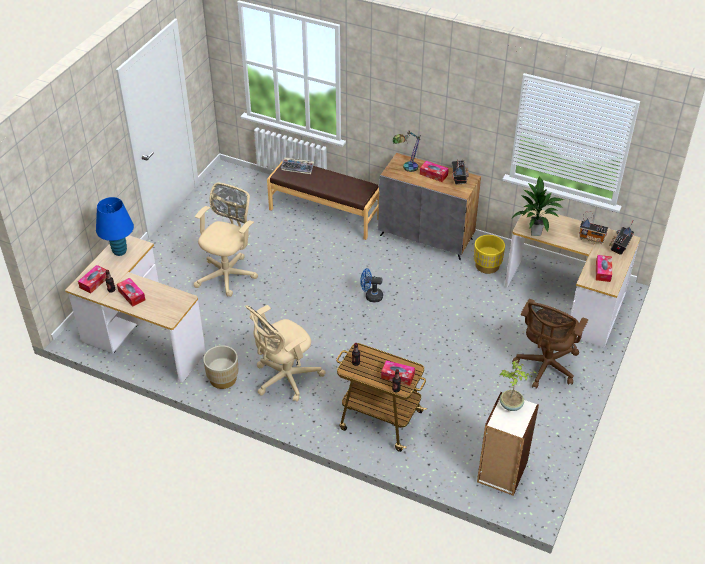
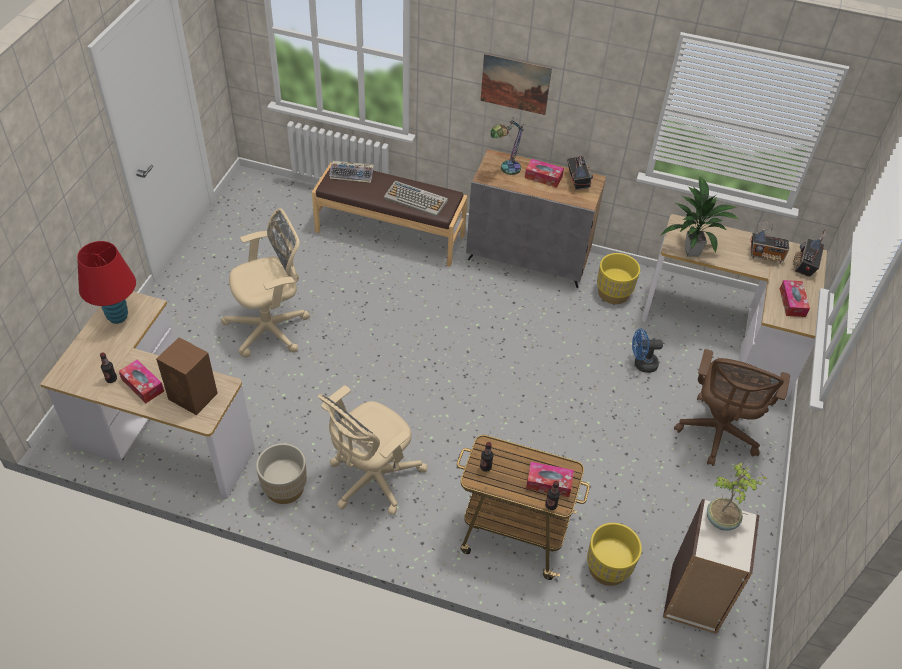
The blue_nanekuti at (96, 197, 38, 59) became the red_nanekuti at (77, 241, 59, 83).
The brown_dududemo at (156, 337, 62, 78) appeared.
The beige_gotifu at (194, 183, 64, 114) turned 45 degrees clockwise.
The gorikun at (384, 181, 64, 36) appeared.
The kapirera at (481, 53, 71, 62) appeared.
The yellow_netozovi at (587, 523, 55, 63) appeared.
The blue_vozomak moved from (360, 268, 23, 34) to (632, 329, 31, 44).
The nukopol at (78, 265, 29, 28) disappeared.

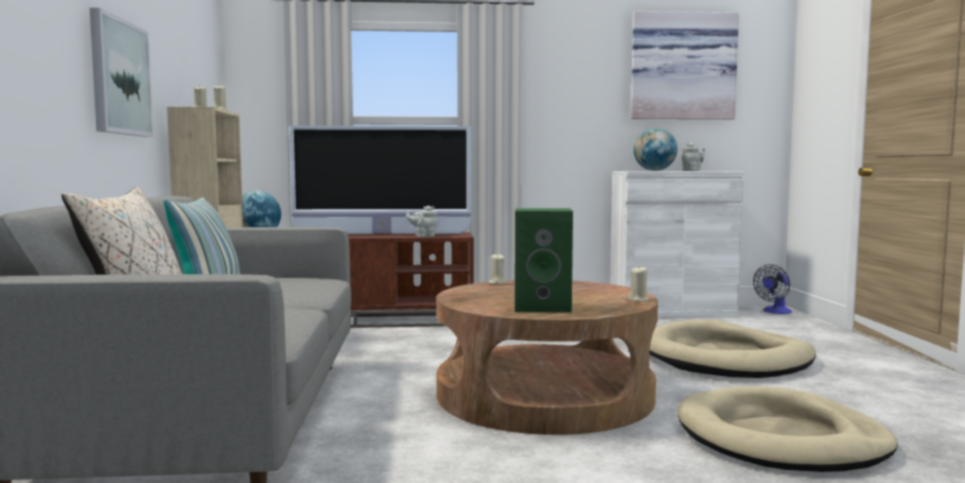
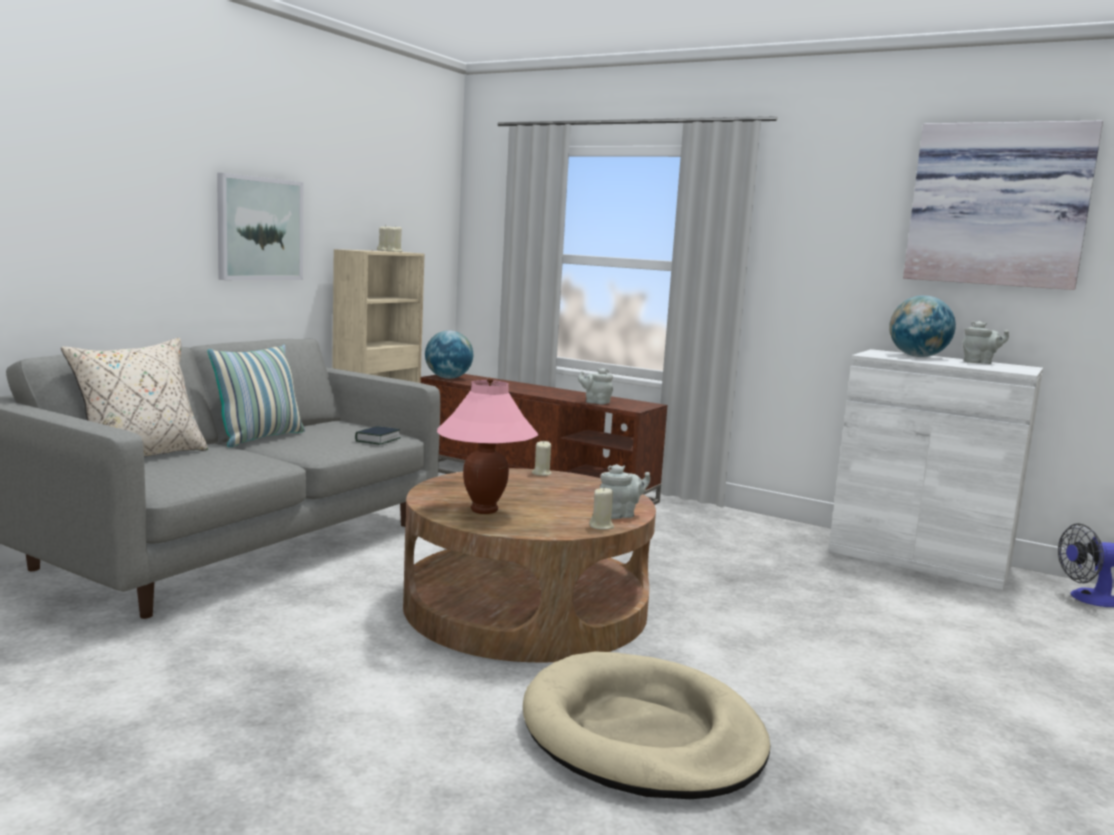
The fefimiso at (355, 426, 46, 19) appeared.
The green_dududemo at (515, 208, 58, 105) was replaced by the pink_nanekuti at (437, 378, 101, 136).
The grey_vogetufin at (600, 464, 50, 55) appeared.
The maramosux at (289, 126, 182, 108) disappeared.
The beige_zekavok at (649, 320, 167, 58) disappeared.

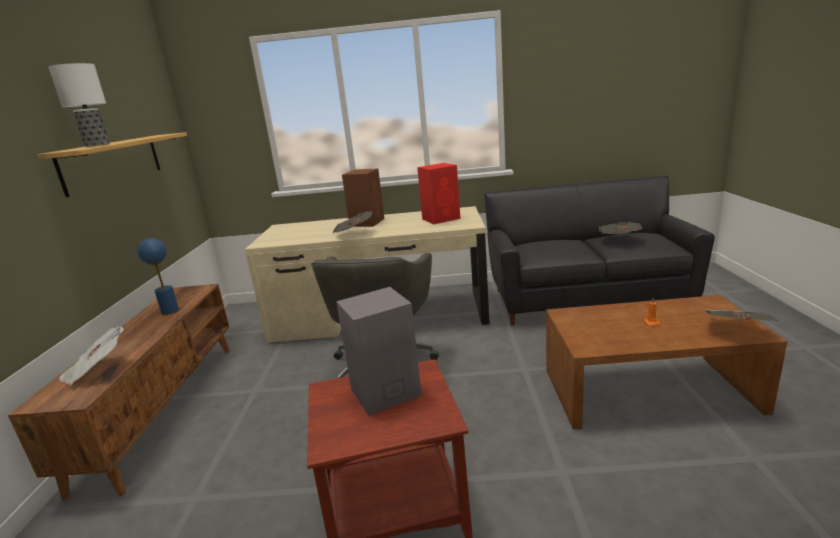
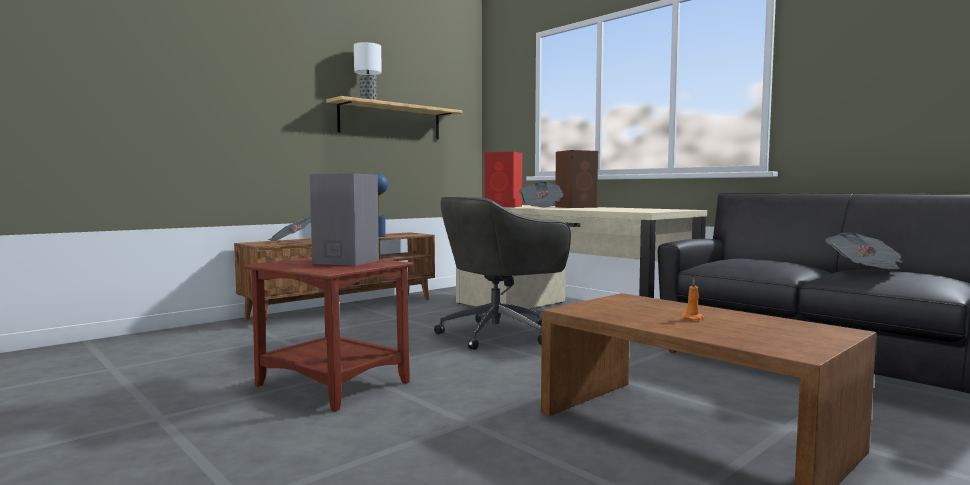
The red_dududemo moved from (417, 163, 43, 61) to (484, 152, 38, 55).
The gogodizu at (704, 309, 74, 12) disappeared.

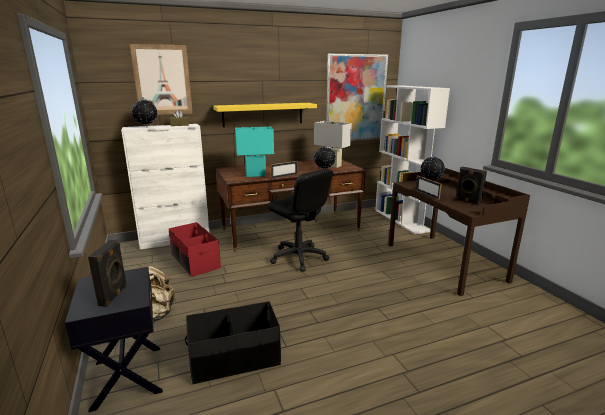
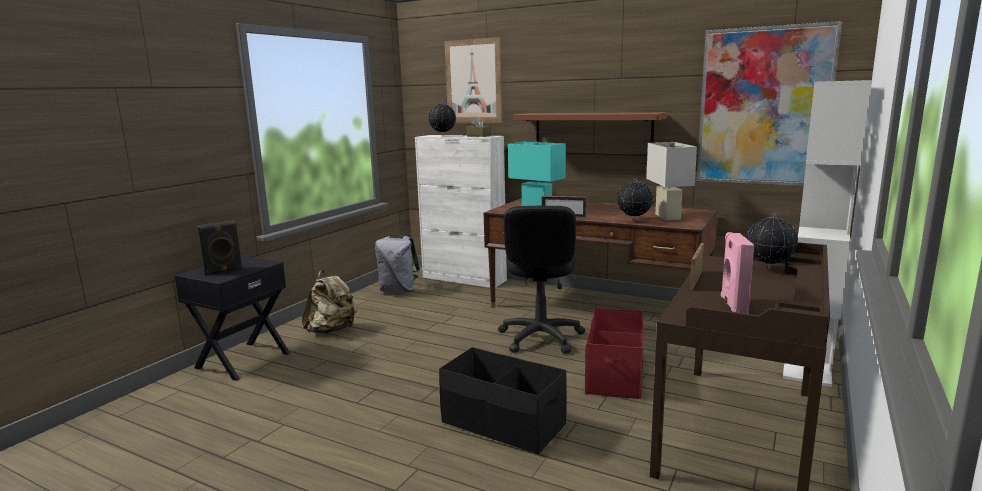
The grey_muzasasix at (375, 234, 45, 59) appeared.
The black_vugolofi moved from (185, 301, 96, 83) to (439, 347, 128, 108).
The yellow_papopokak at (213, 103, 104, 24) became the brown_papopokak at (513, 112, 154, 31).
The red_vugolofi moved from (169, 222, 52, 55) to (585, 308, 58, 91).
The black_dududemo at (456, 167, 31, 38) became the pink_dududemo at (721, 232, 33, 82).

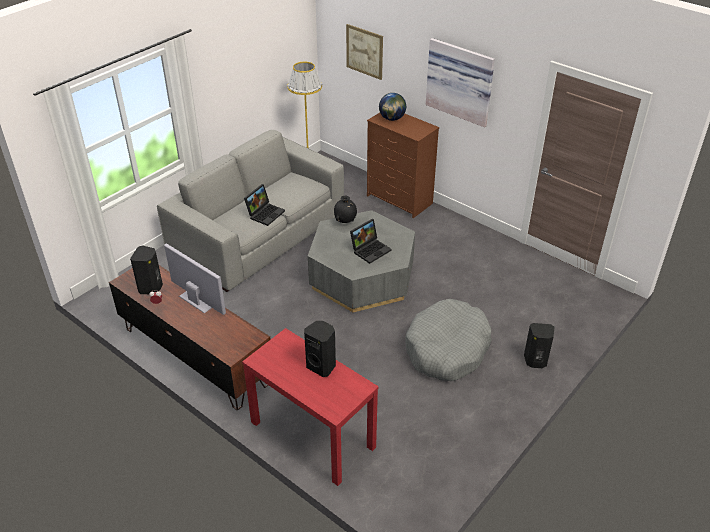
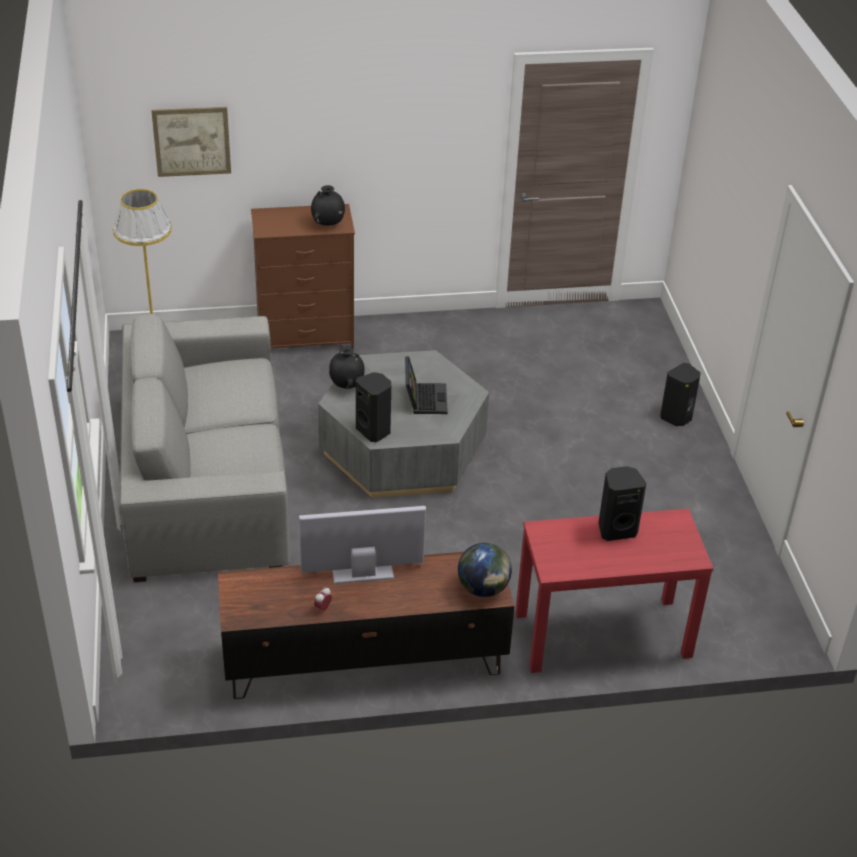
The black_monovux at (311, 185, 34, 41) appeared.
The black_dududemo moved from (130, 245, 33, 49) to (356, 372, 35, 70).
The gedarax moved from (379, 93, 27, 28) to (458, 543, 54, 54).
The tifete at (244, 184, 41, 42) disappeared.
The grey_zekavok at (405, 299, 87, 82) disappeared.
The kapirera at (426, 38, 69, 90) disappeared.

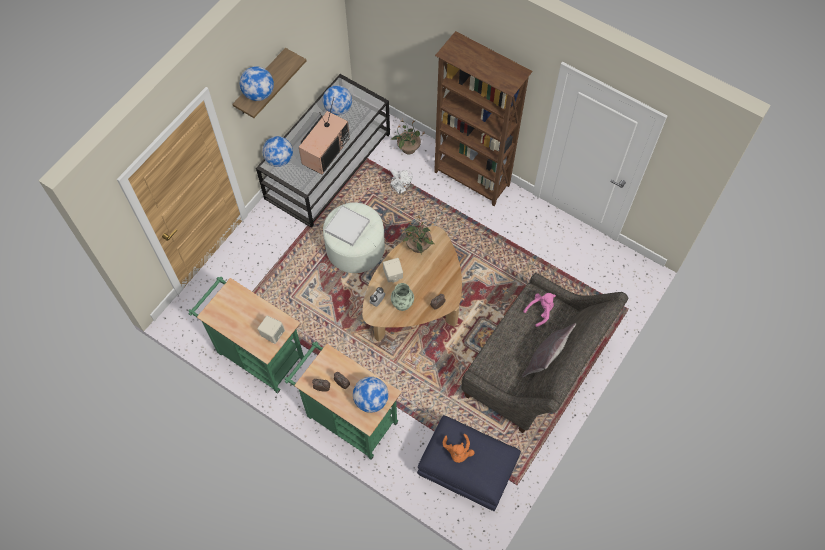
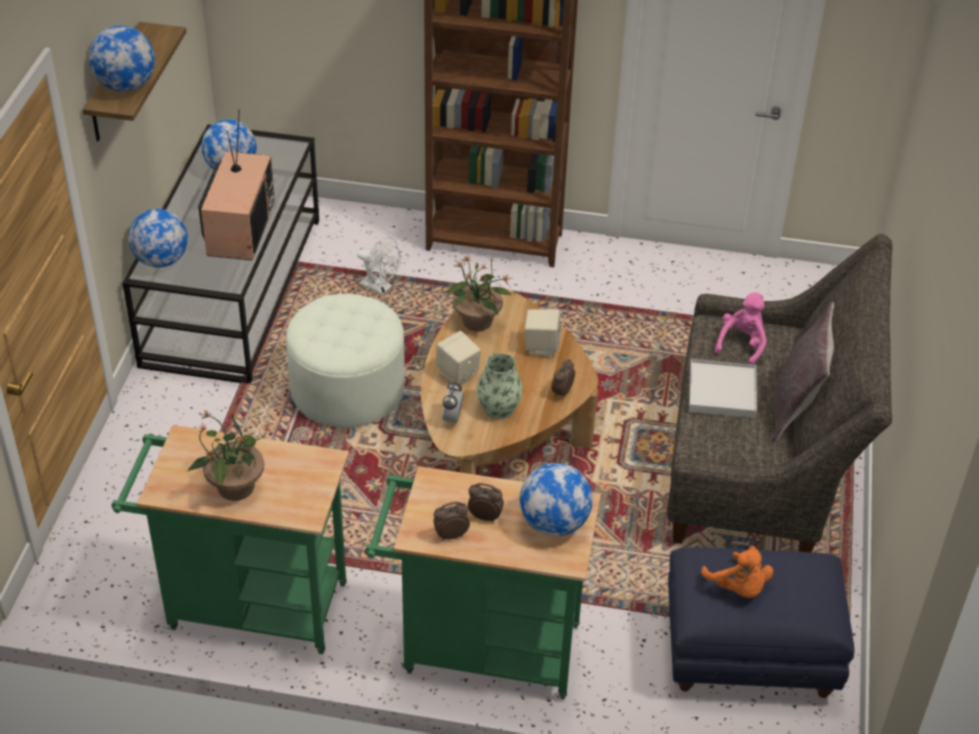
The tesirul moved from (391, 119, 34, 35) to (187, 403, 83, 98).
The beige_dududemo moved from (257, 316, 28, 28) to (525, 309, 36, 48).
The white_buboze moved from (325, 205, 45, 41) to (689, 359, 68, 59).

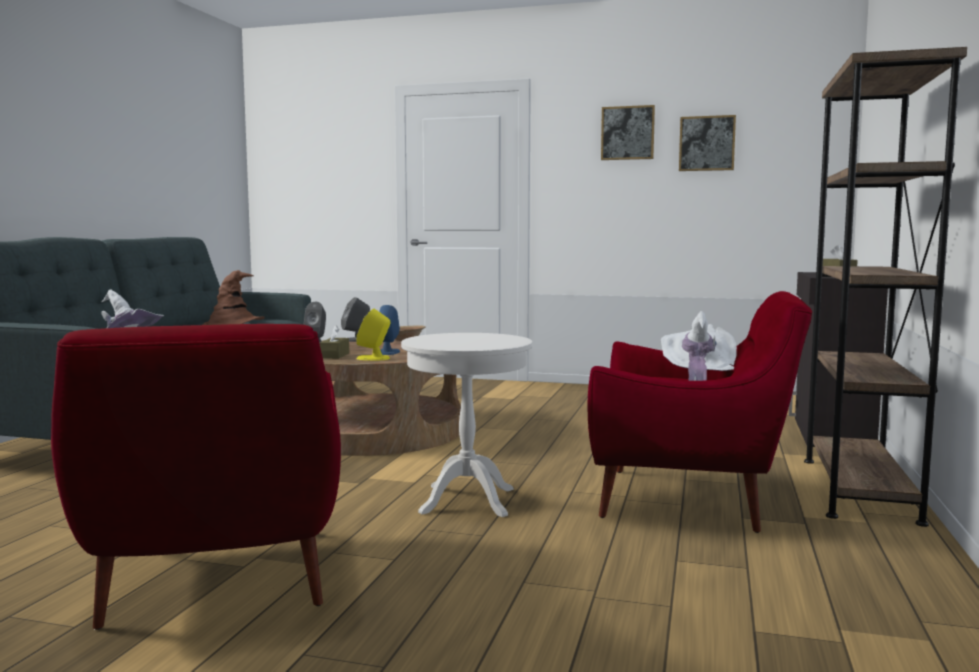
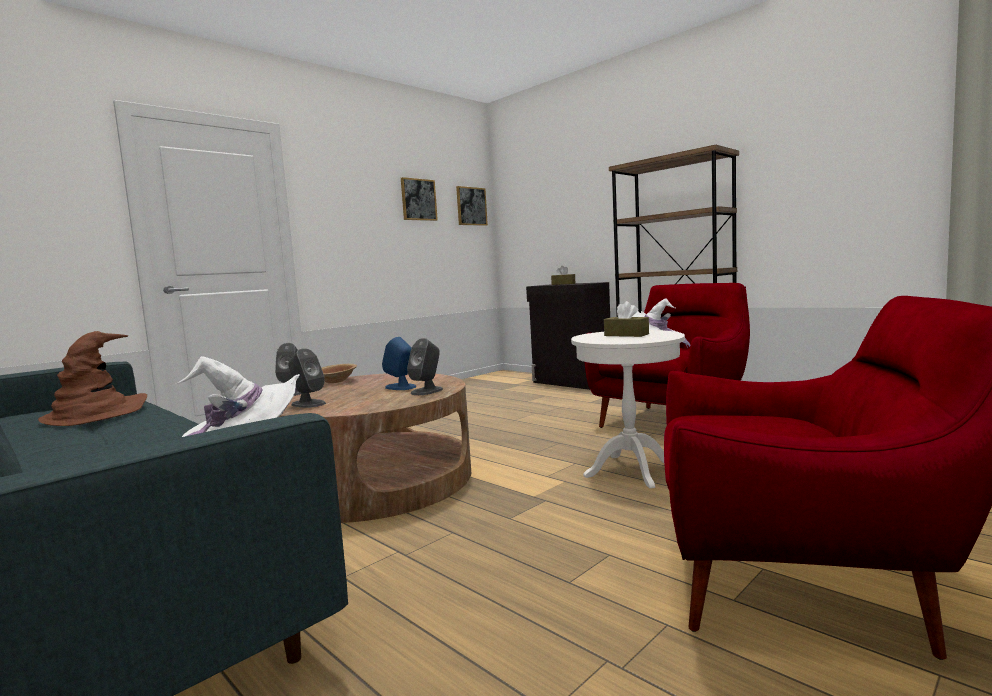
The yellow_dududemo at (356, 308, 34, 52) became the grey_dududemo at (407, 338, 36, 57).
The kapirera moved from (601, 105, 54, 55) to (456, 186, 32, 40).
The brown_nukopol moved from (320, 325, 29, 34) to (604, 301, 45, 36).

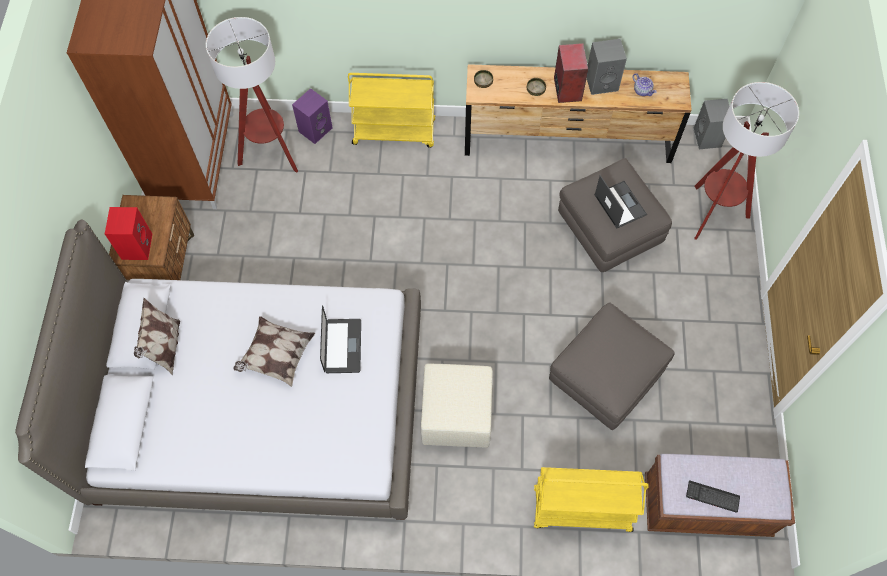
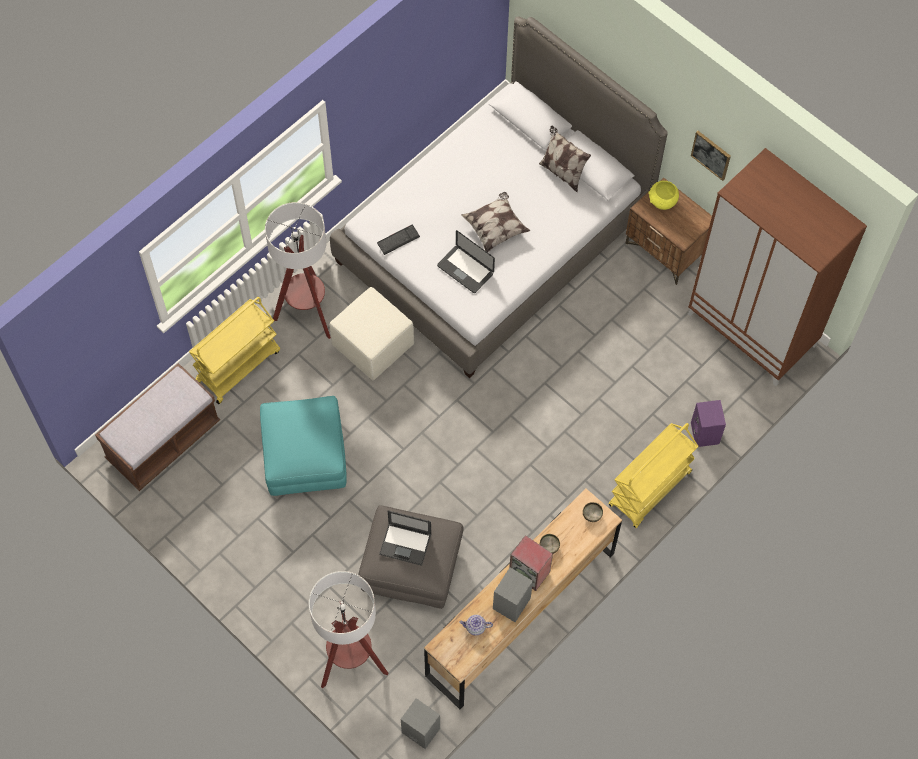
The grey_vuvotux at (549, 302, 125, 128) became the turquoise_vuvotux at (260, 396, 87, 100).
The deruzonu moved from (206, 17, 92, 156) to (265, 202, 66, 137).
The gorikun moved from (686, 480, 54, 33) to (377, 225, 43, 30).
The red_dududemo at (105, 207, 47, 53) was replaced by the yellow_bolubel at (648, 181, 31, 29).
The kapirera at (691, 131, 40, 50) appeared.

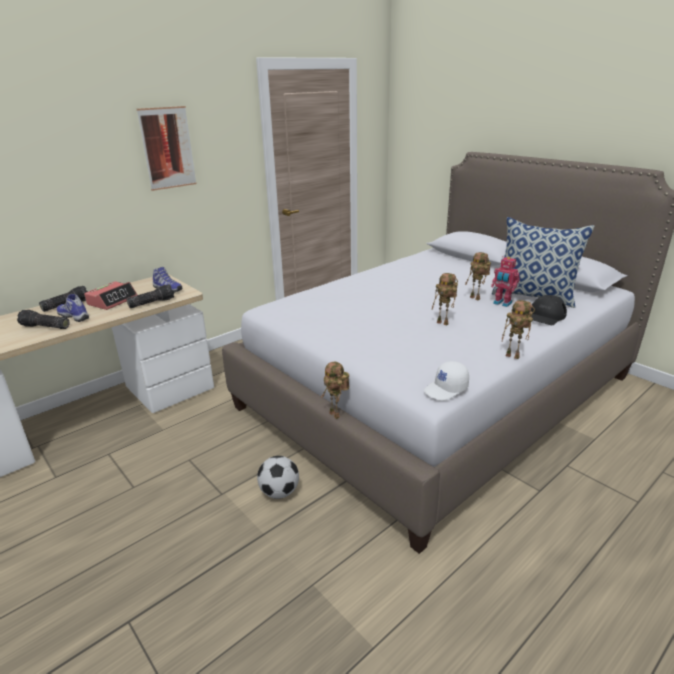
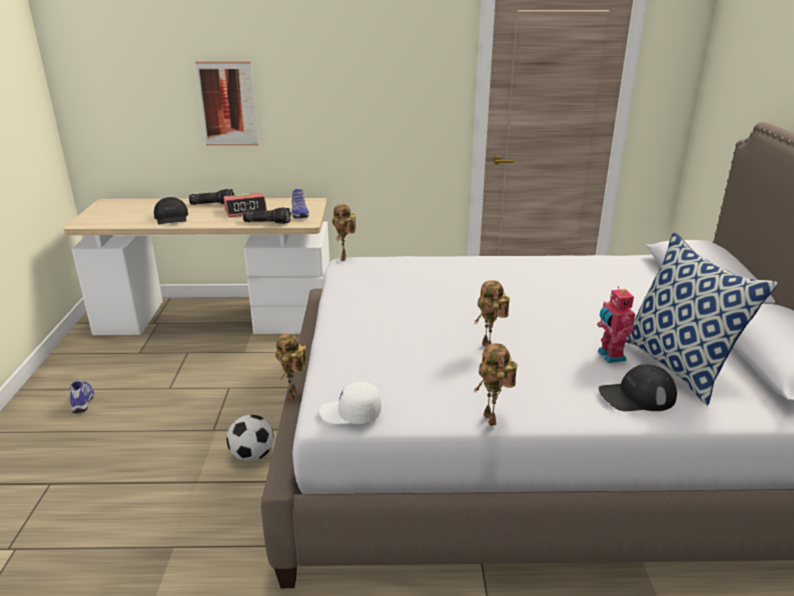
The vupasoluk moved from (57, 294, 32, 28) to (70, 381, 24, 32).
The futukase at (17, 310, 53, 19) was replaced by the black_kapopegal at (154, 197, 34, 28).
The kapirera moved from (137, 106, 60, 85) to (195, 61, 64, 85).
The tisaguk moved from (466, 252, 25, 48) to (332, 204, 24, 56).

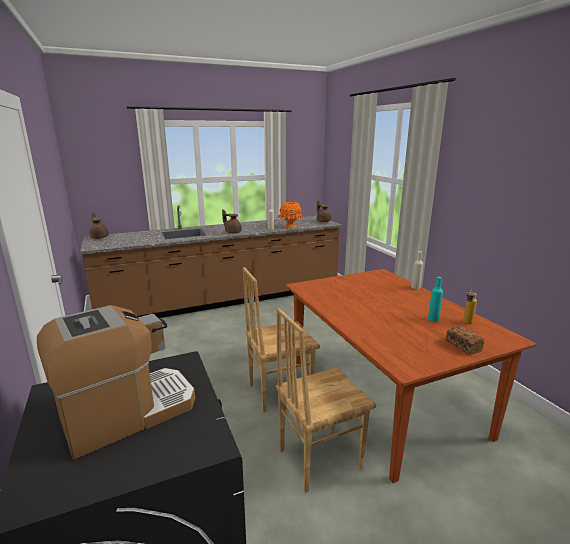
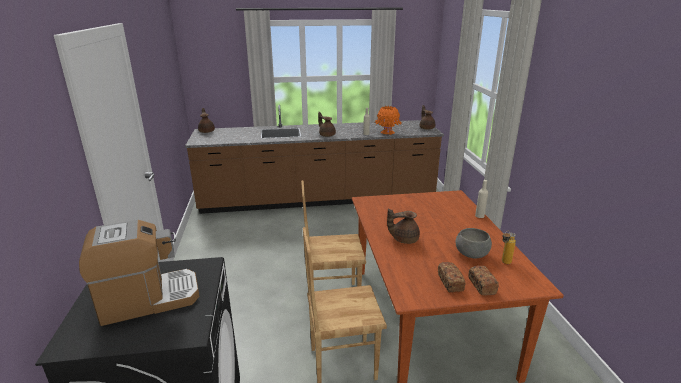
The brown_vogetufin at (387, 209, 33, 35) appeared.
The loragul at (438, 262, 27, 30) appeared.
The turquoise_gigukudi at (428, 277, 15, 45) was replaced by the grey_bolubel at (455, 228, 37, 30).

